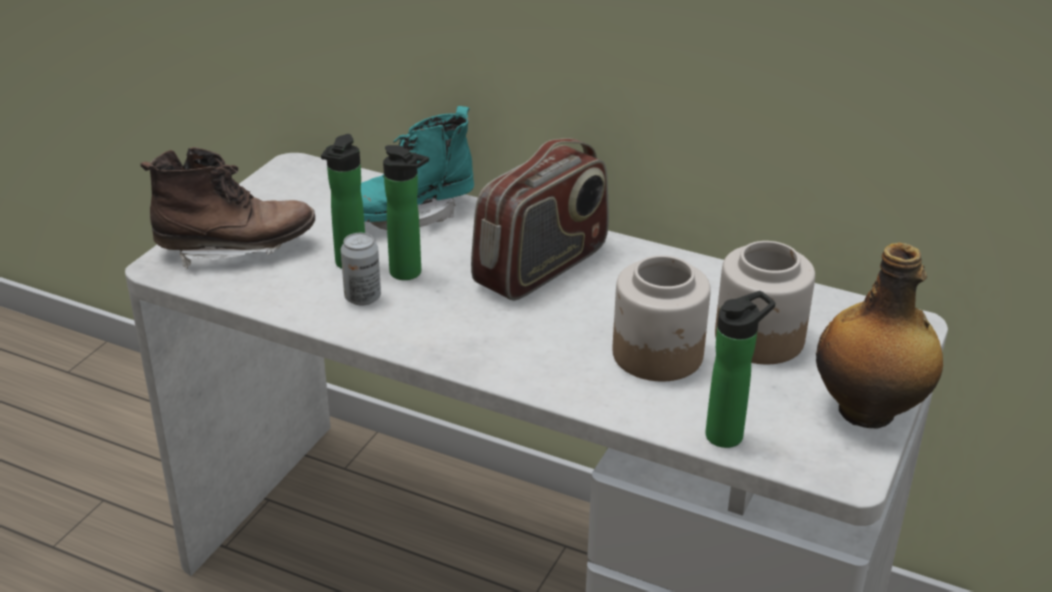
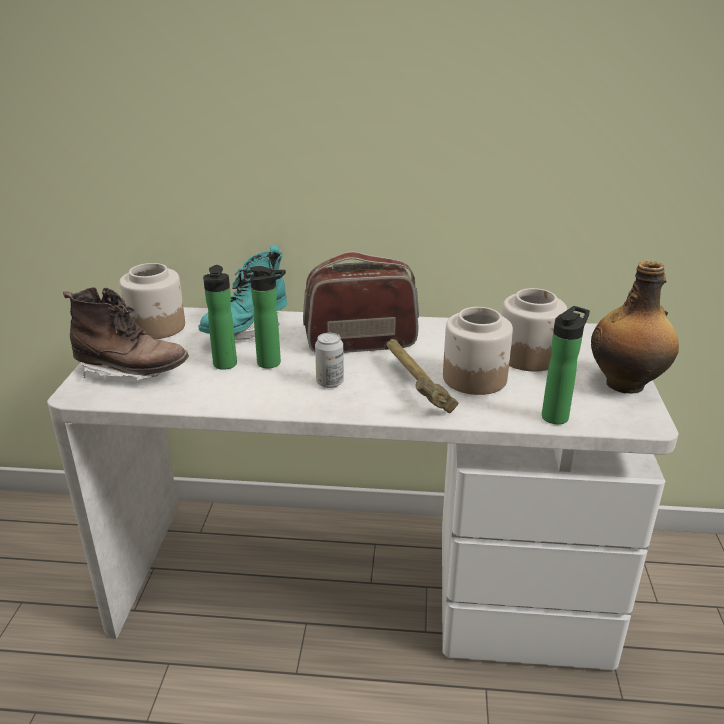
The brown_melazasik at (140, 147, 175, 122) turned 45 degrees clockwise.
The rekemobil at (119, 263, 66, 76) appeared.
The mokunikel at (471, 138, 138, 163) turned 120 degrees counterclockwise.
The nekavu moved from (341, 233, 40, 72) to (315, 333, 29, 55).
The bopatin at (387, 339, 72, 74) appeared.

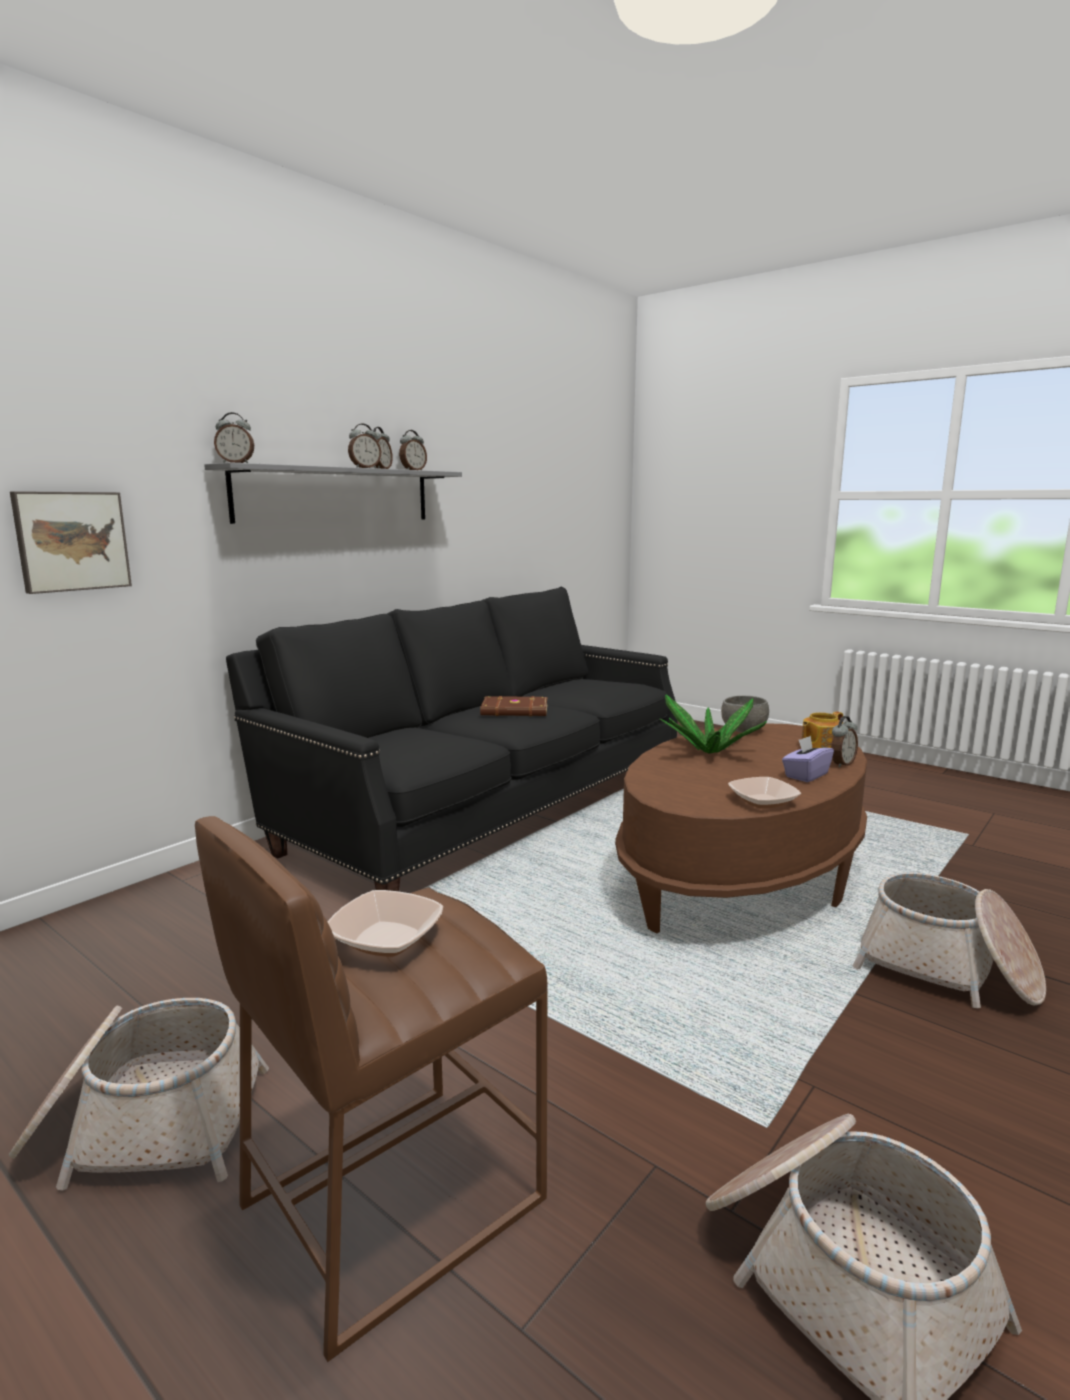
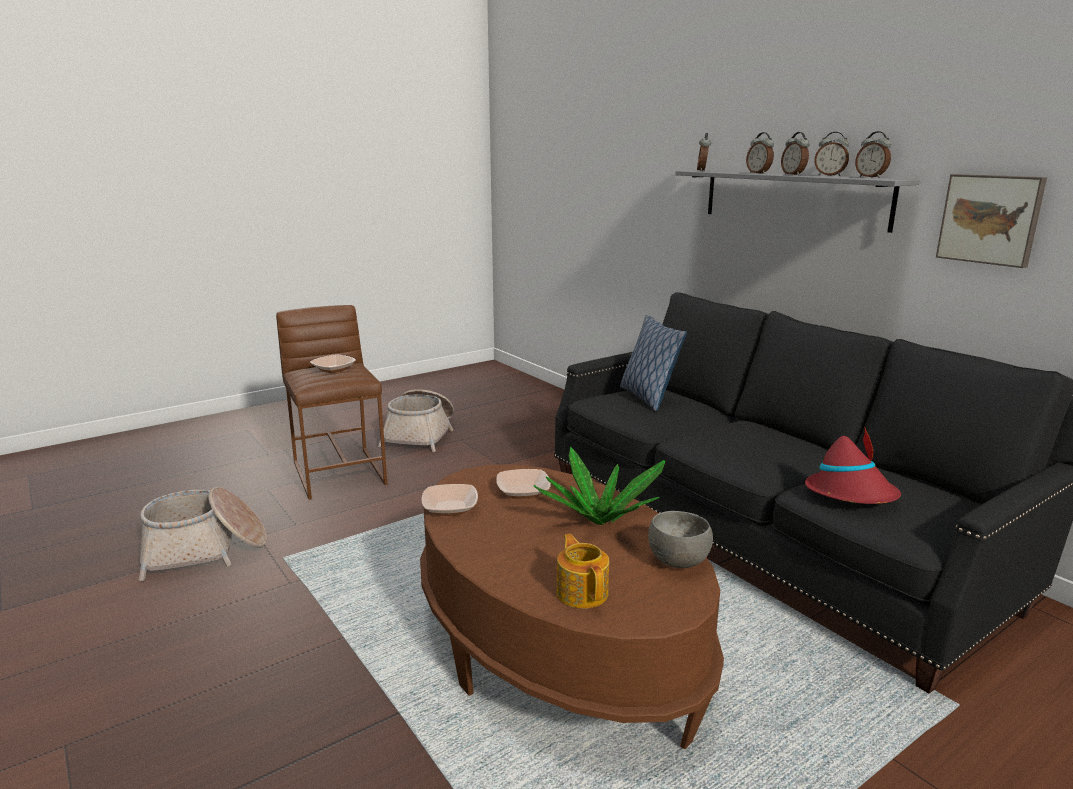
The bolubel at (496, 469, 54, 30) appeared.
The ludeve at (620, 315, 67, 96) appeared.
The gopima moved from (831, 716, 27, 52) to (746, 132, 28, 42).
The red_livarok at (805, 426, 96, 78) appeared.
The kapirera moved from (10, 491, 122, 103) to (936, 174, 111, 94).
The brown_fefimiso at (480, 696, 67, 20) disappeared.
The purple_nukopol at (782, 735, 52, 47) disappeared.
The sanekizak at (852, 872, 194, 136) disappeared.

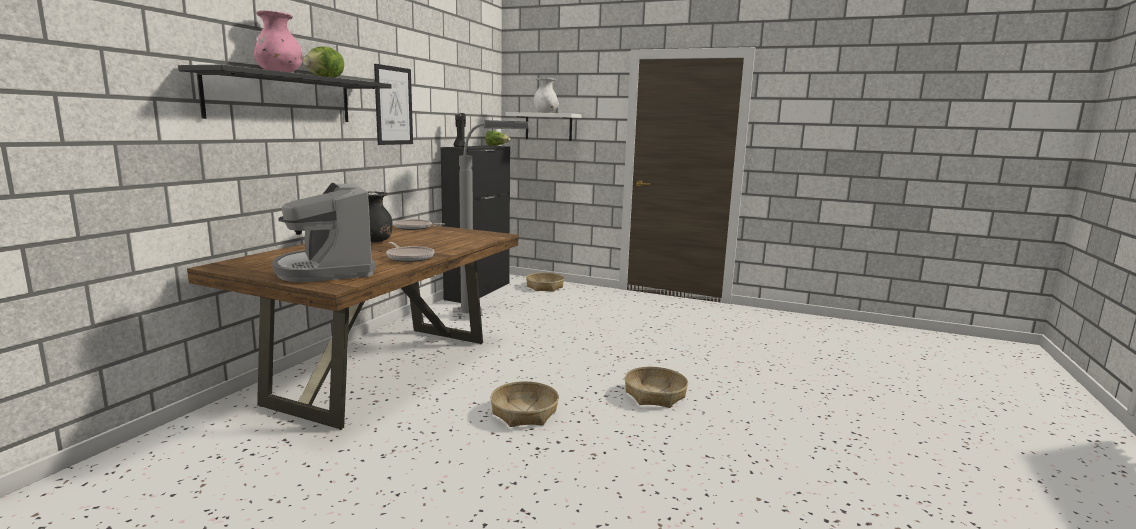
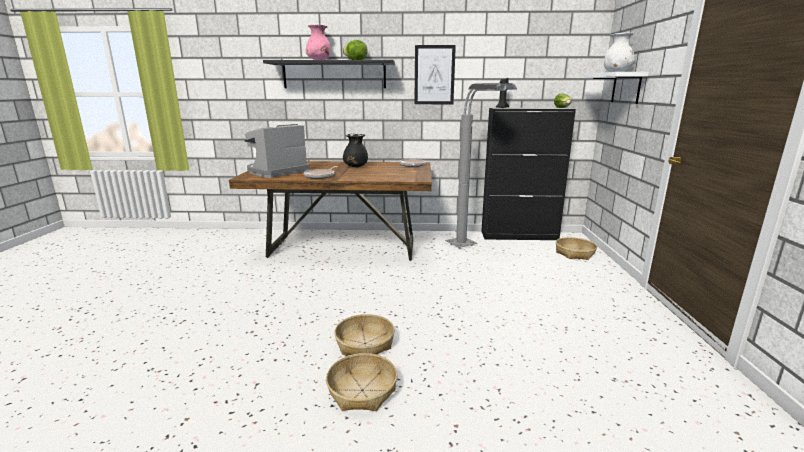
The sanekizak moved from (490, 381, 69, 46) to (326, 353, 71, 58).

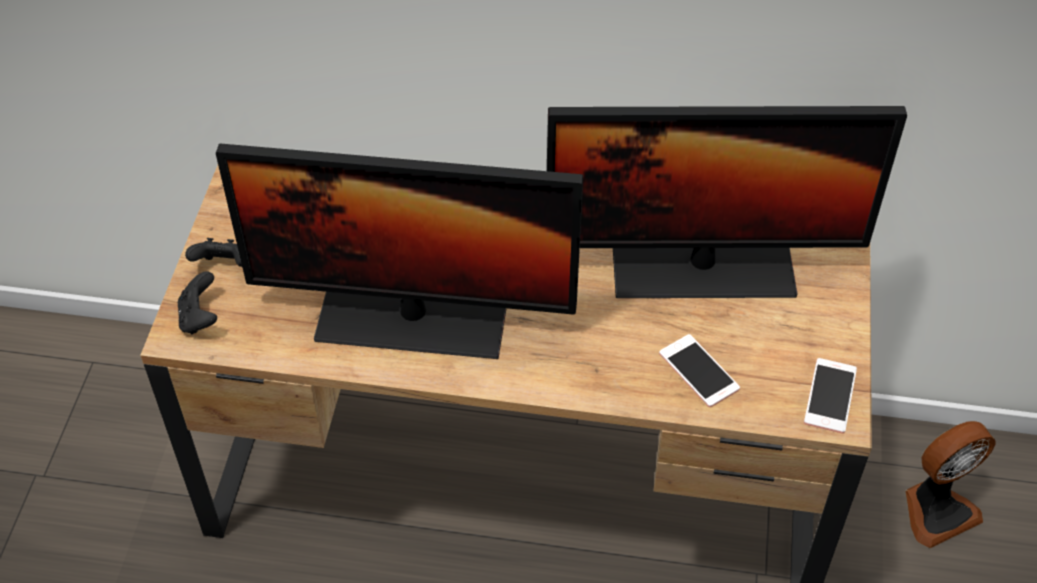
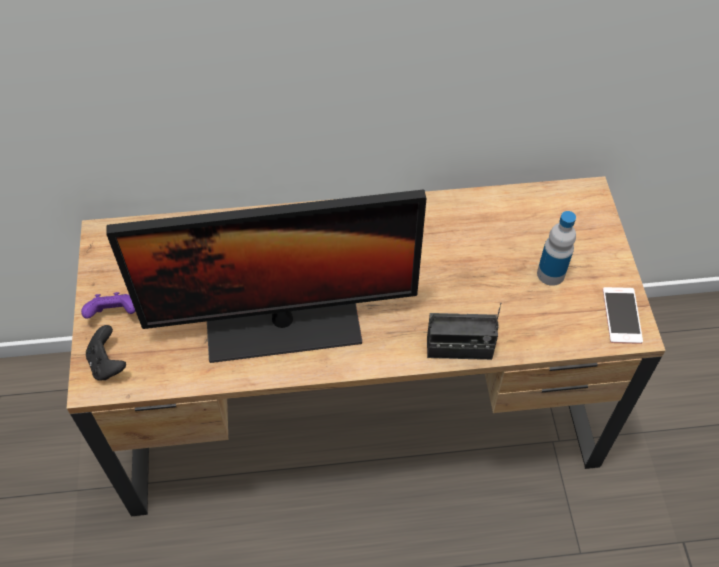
The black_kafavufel at (185, 238, 57, 29) became the purple_kafavufel at (81, 292, 54, 27).
The mokunikel at (427, 303, 74, 57) appeared.
The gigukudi at (537, 211, 39, 75) appeared.
The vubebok at (547, 106, 360, 192) disappeared.
The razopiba at (659, 334, 81, 73) disappeared.
The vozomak at (905, 421, 91, 127) disappeared.

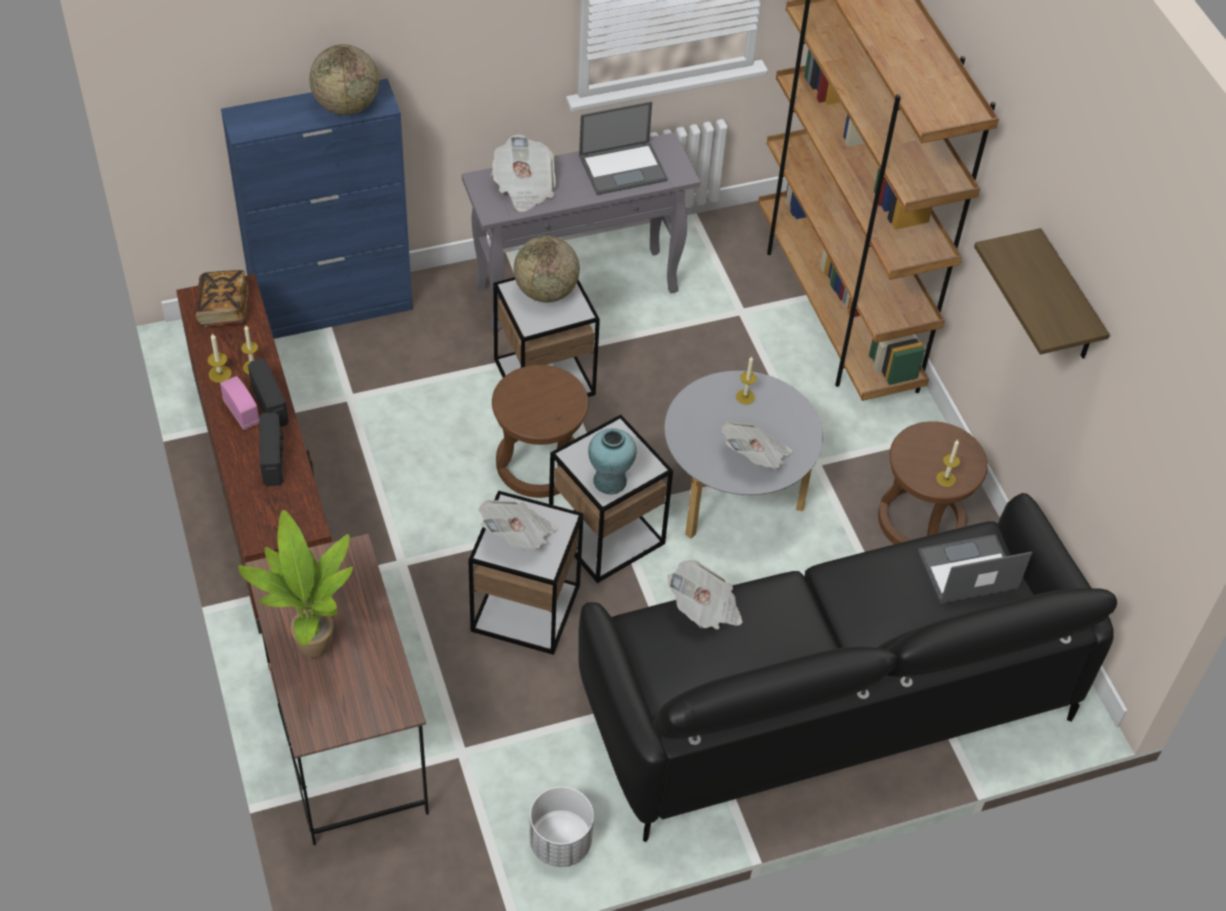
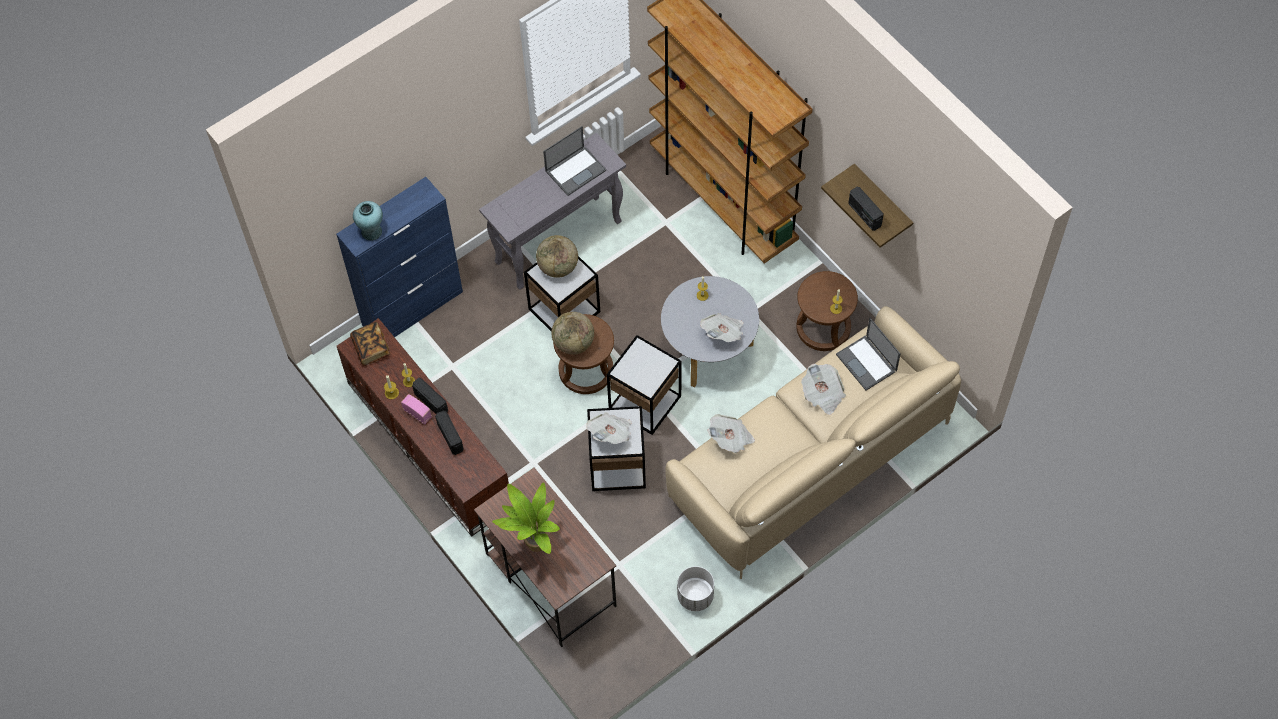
The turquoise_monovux moved from (588, 428, 49, 67) to (353, 201, 30, 40).
The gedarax moved from (309, 44, 70, 71) to (551, 312, 43, 42).
The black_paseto at (578, 493, 539, 349) became the beige_paseto at (665, 306, 296, 273).
The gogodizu moved from (491, 134, 65, 78) to (801, 364, 45, 51).
The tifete at (918, 534, 114, 70) turned 90 degrees counterclockwise.
The mokunikel at (848, 186, 36, 45) appeared.

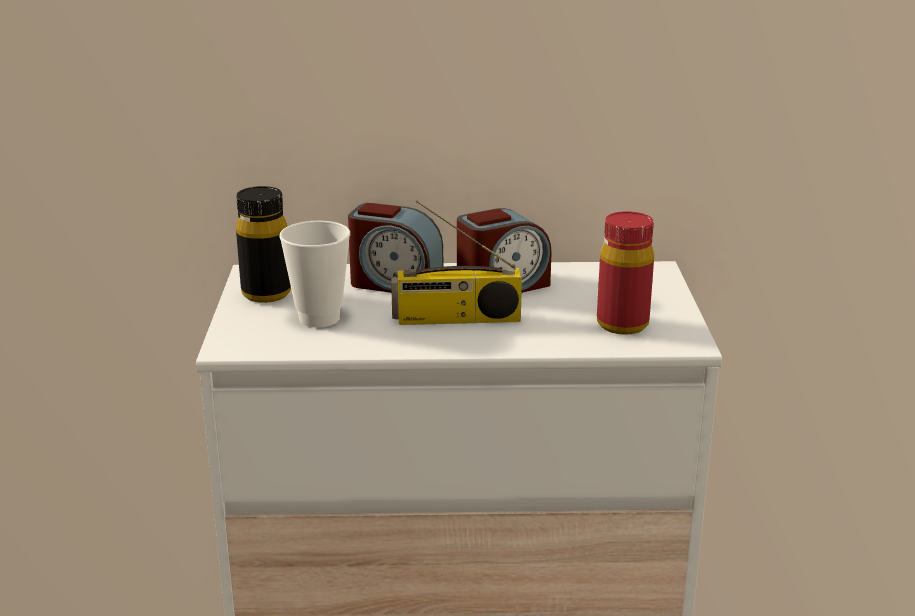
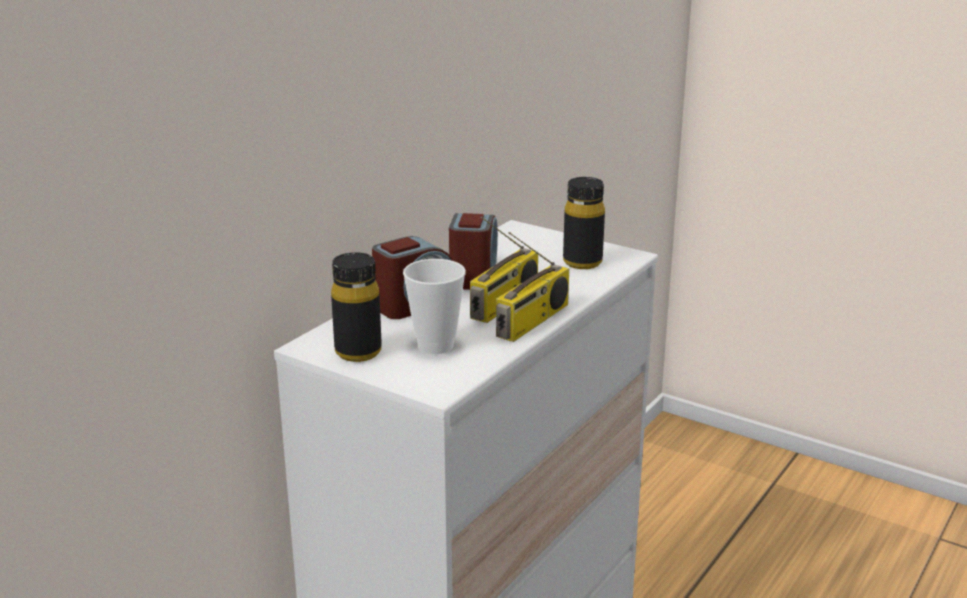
The mokunikel at (496, 232, 73, 110) appeared.
The red_gigukudi at (597, 211, 57, 124) became the black_gigukudi at (563, 177, 42, 92).

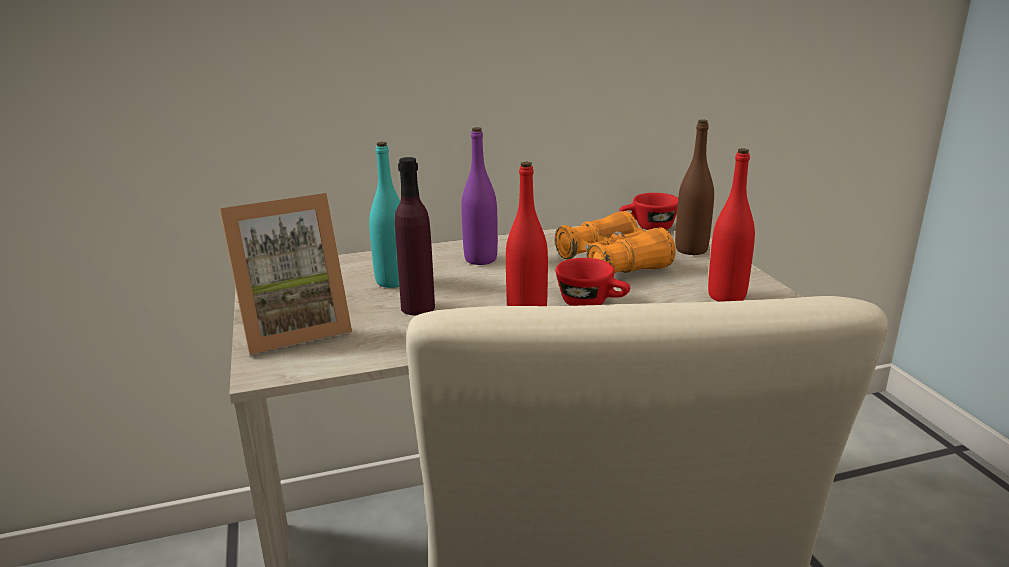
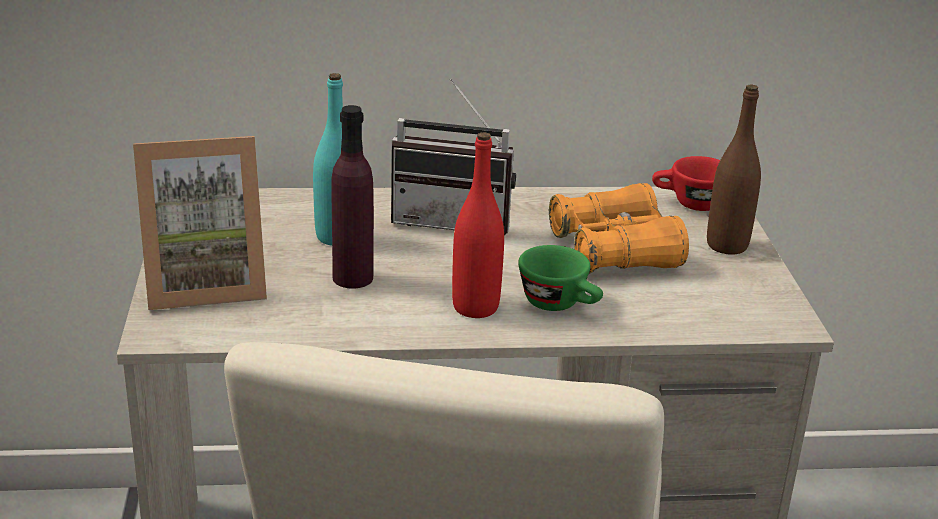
The purple_gigukudi at (461, 127, 37, 138) was replaced by the mokunikel at (391, 78, 125, 158).
The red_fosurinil at (556, 258, 74, 48) became the green_fosurinil at (518, 245, 85, 66).
The red_gigukudi at (708, 148, 47, 154) disappeared.

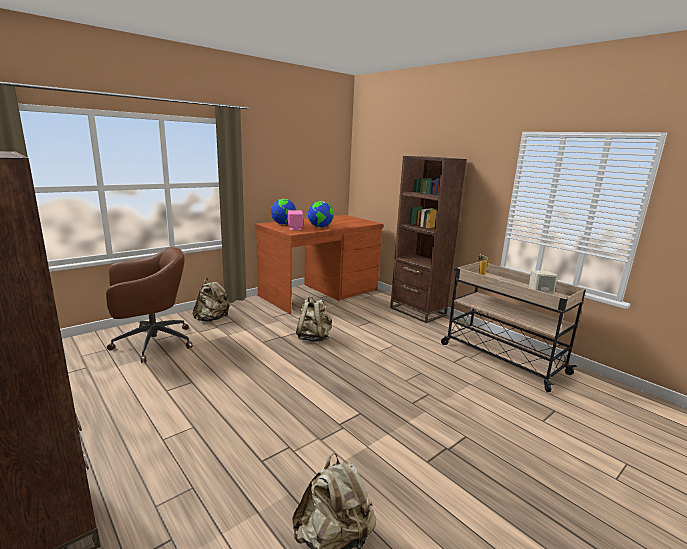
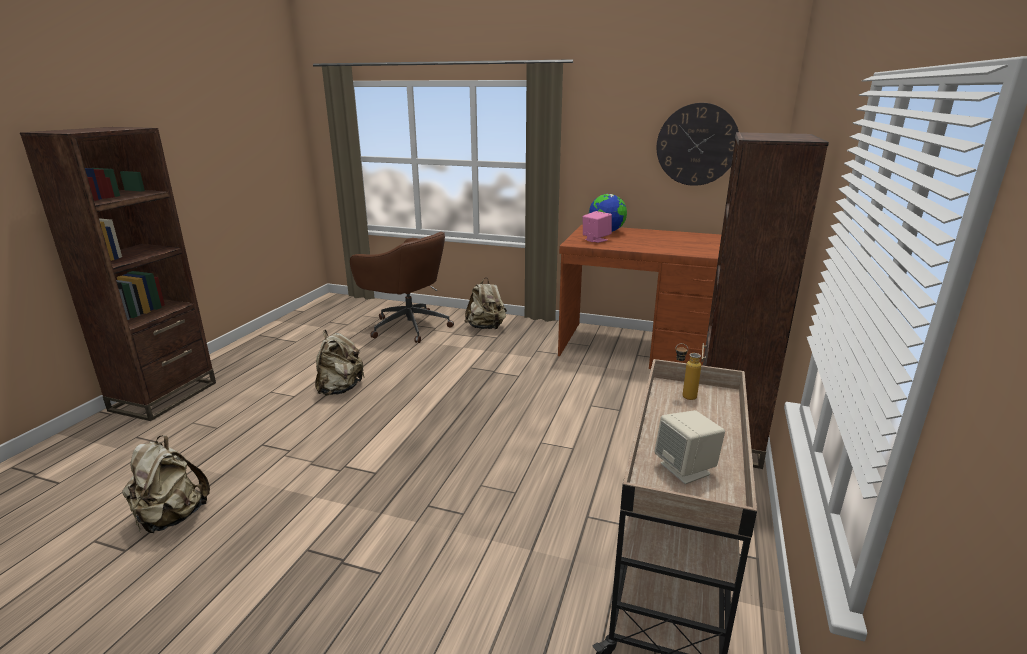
The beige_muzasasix moved from (296, 297, 36, 45) to (315, 330, 50, 66).
The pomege at (657, 103, 82, 83) appeared.
The gedarax at (308, 201, 26, 27) disappeared.

